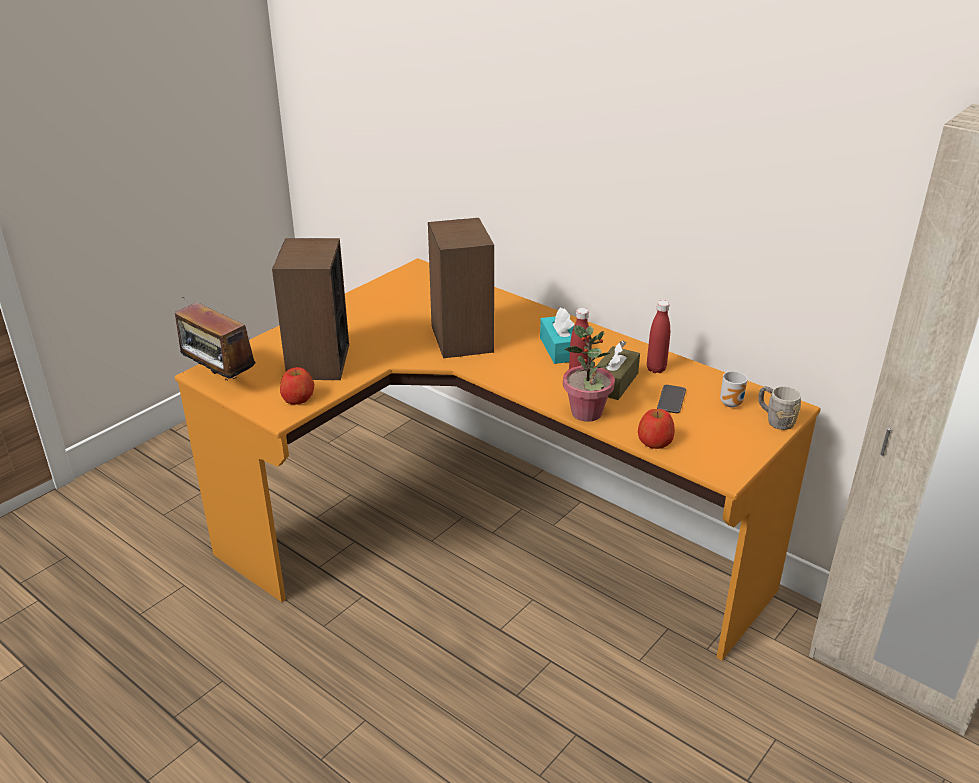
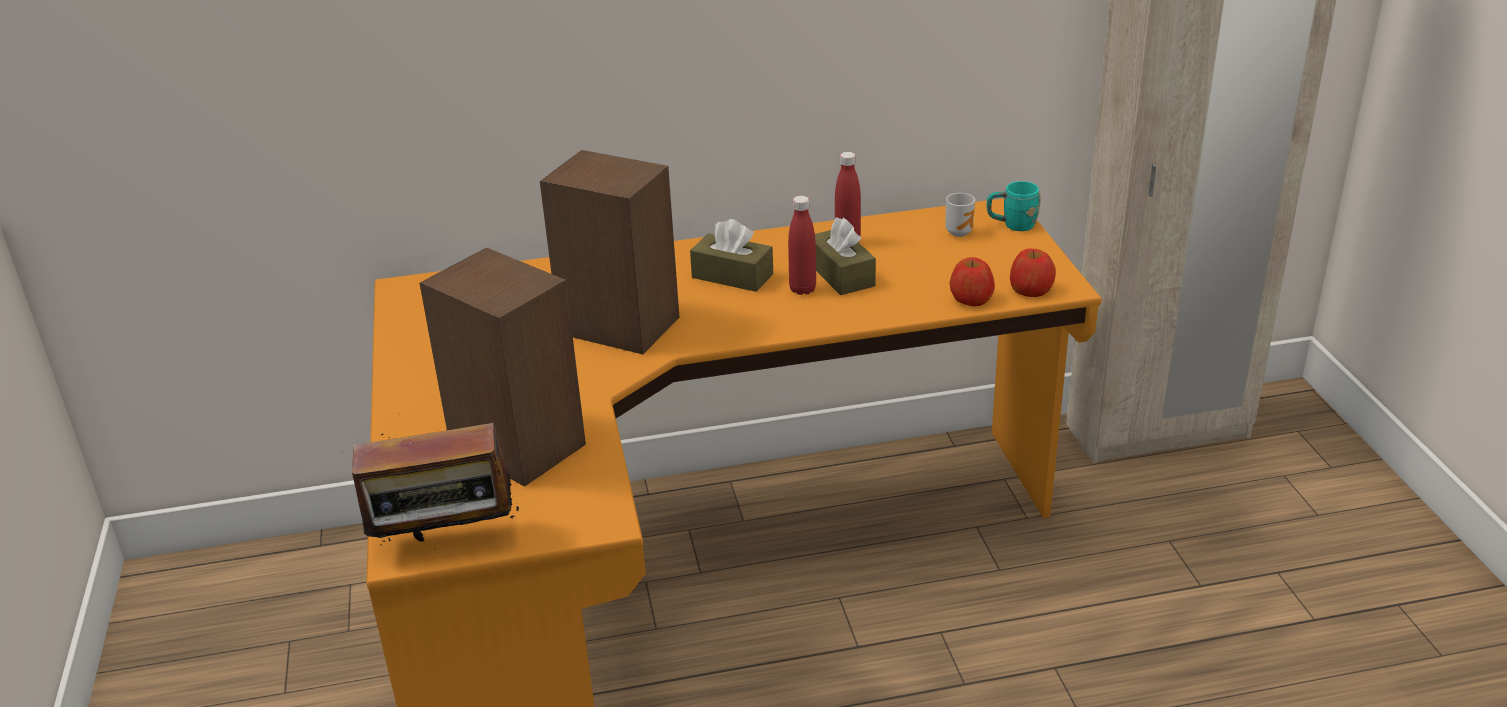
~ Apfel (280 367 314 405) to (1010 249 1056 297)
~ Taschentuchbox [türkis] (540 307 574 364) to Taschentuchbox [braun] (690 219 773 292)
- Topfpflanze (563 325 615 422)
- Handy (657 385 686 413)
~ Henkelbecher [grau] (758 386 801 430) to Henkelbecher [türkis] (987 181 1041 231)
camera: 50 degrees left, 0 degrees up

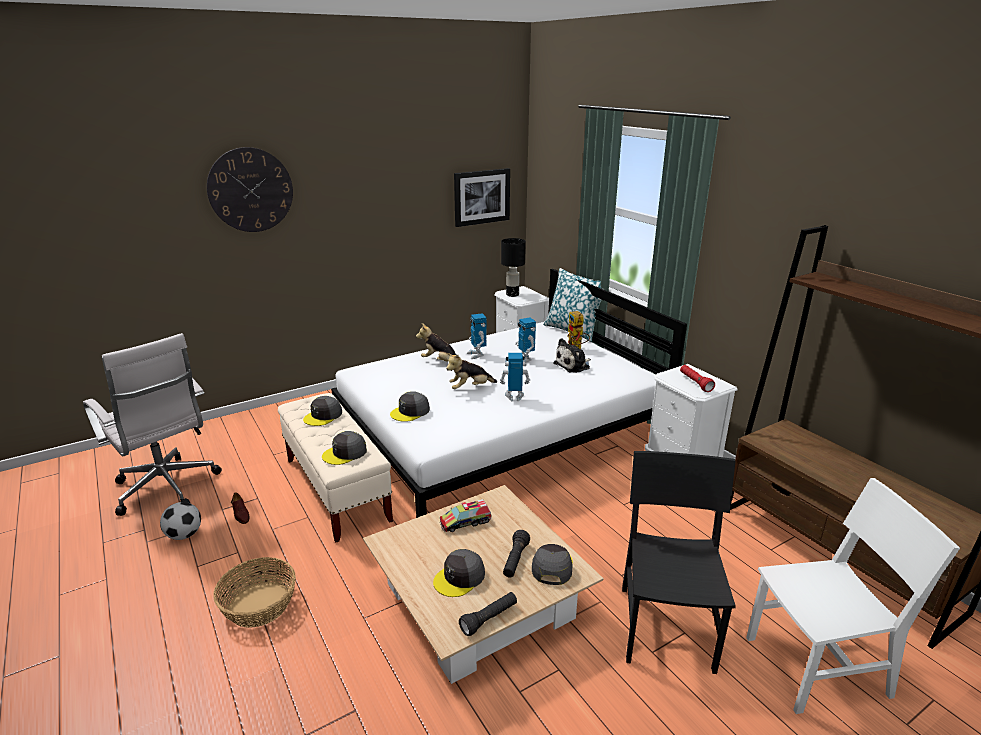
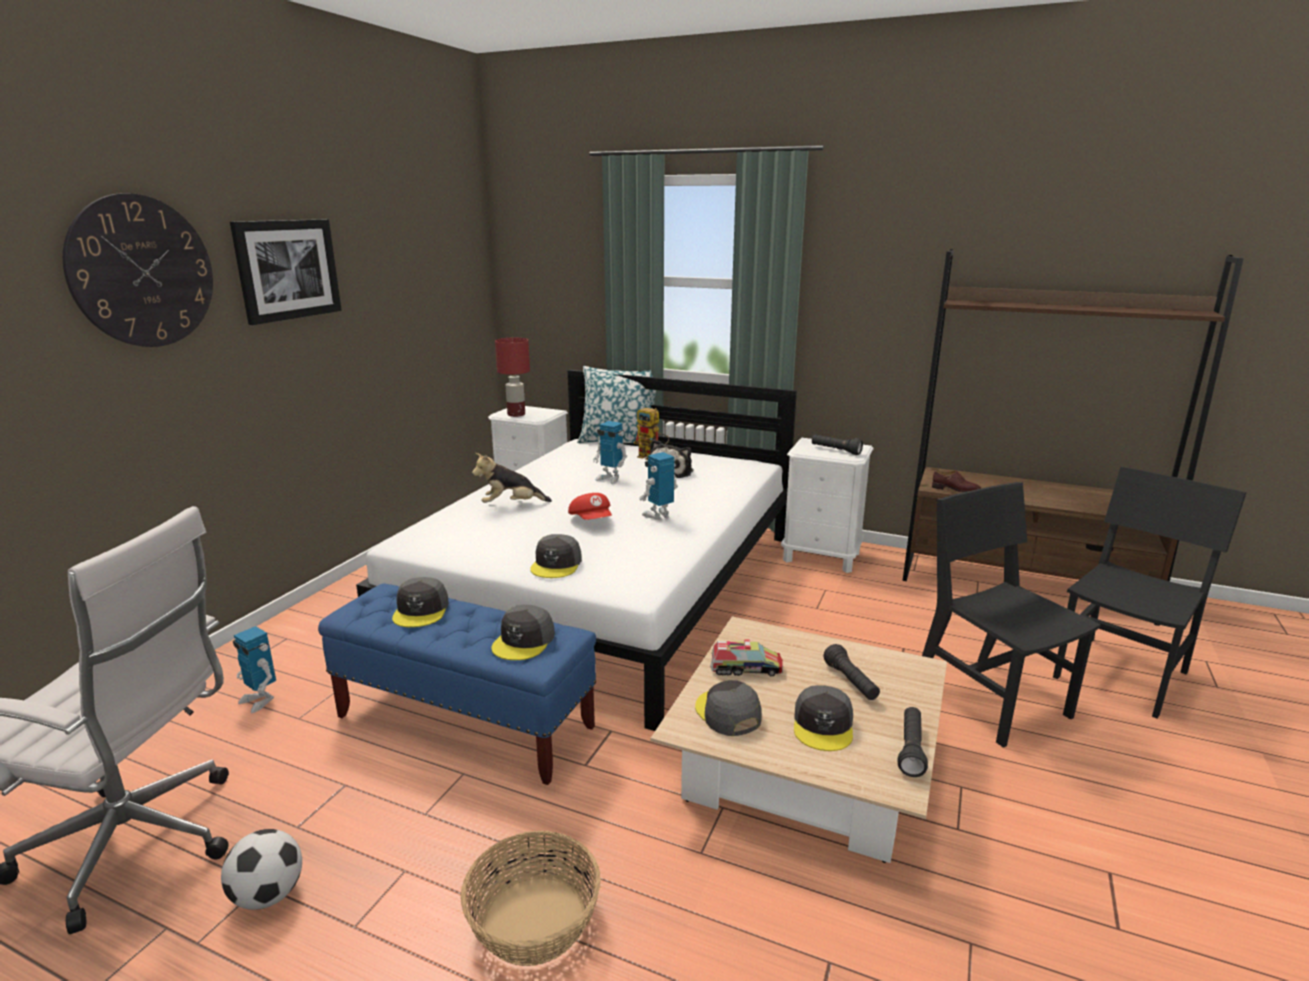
~ Schuh [braun] (231 493 249 524) to (932 470 981 493)
~ Bank [beige] (278 393 393 542) to Bank [blau] (318 583 596 785)
~ Spielzeuglaster (440 499 492 532) = (710 639 783 676) 120 degrees counterclockwise
~ Plüschtier (446 353 497 389) to Kappe [rot] (568 493 612 520)
~ Bild (454 168 510 227) to (230 219 342 325)
~ Spielzeugroboter (467 313 487 359) to (233 626 276 713)
~ Tischlampe [schwarz] (501 238 526 297) to Tischlampe [rot] (495 338 530 417)
~ Kappe [grau] (532 544 573 585) to (695 680 762 736)
~ Taschenlampe [rot] (680 365 715 392) to Taschenlampe [schwarz] (812 435 863 455)
~ Stuhl [weiß] (746 478 960 714) to Stuhl [schwarz] (1053 466 1247 719)
camera: 35 degrees left, 5 degrees down

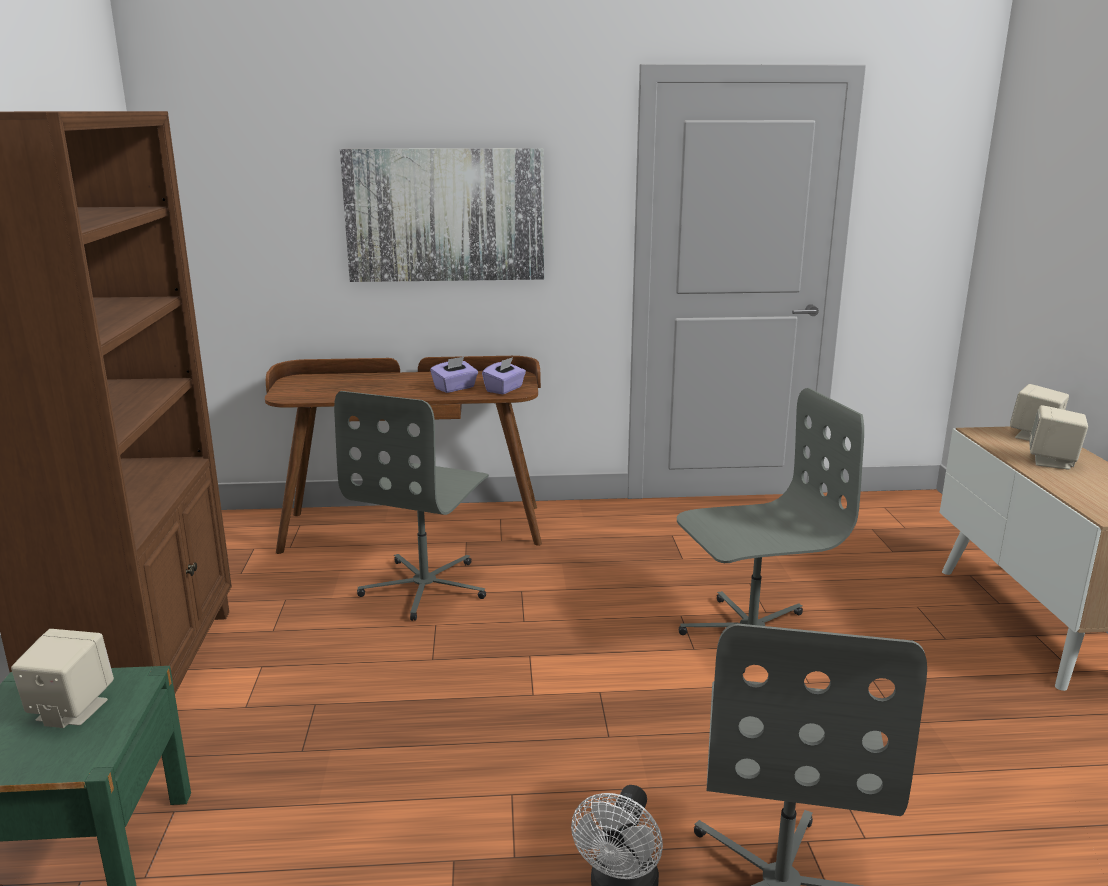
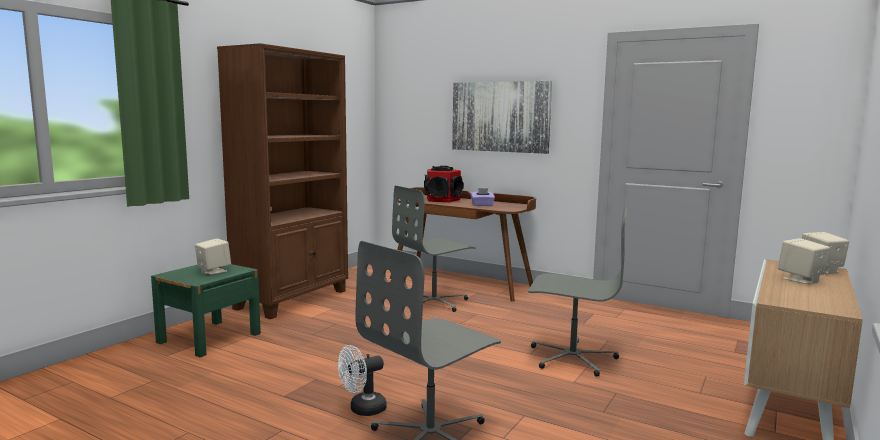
- Taschentuchbox [lila] (482 357 526 394)
+ Lautsprecher (424 166 464 202)
camera: 35 degrees right, 10 degrees down

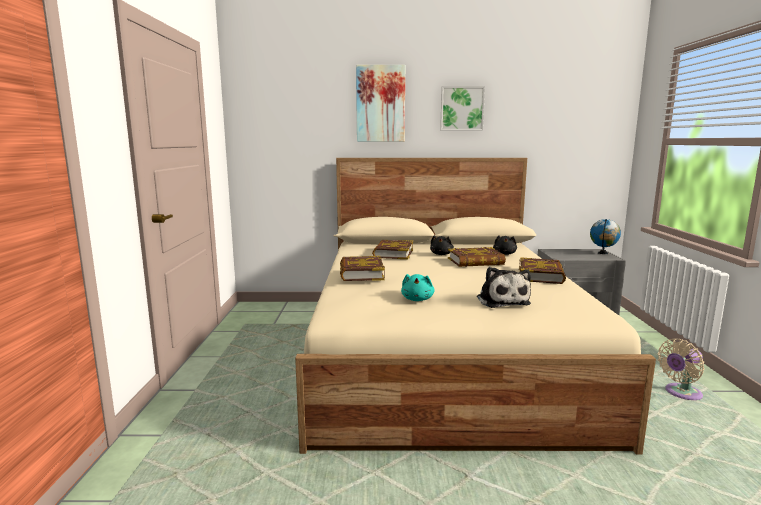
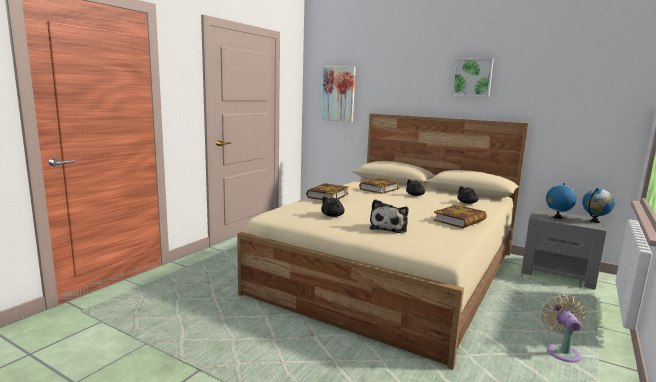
~ Bild (356 65 405 142) to (322 67 356 122)
~ Plüschtier [türkis] (401 274 435 301) to Plüschtier [schwarz] (321 196 345 217)
- Buch (448 247 506 267)
~ Ventilator [beige] (658 338 705 400) = (541 295 585 362) 90 degrees clockwise
+ Globus (546 183 577 219)
camera: 30 degrees right, 0 degrees up

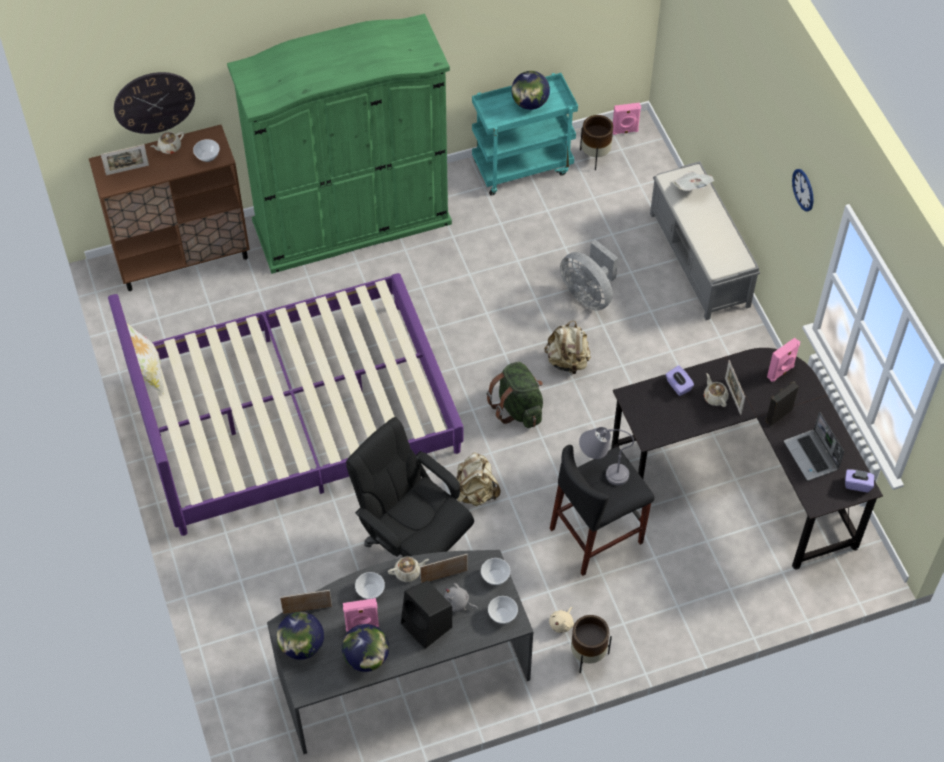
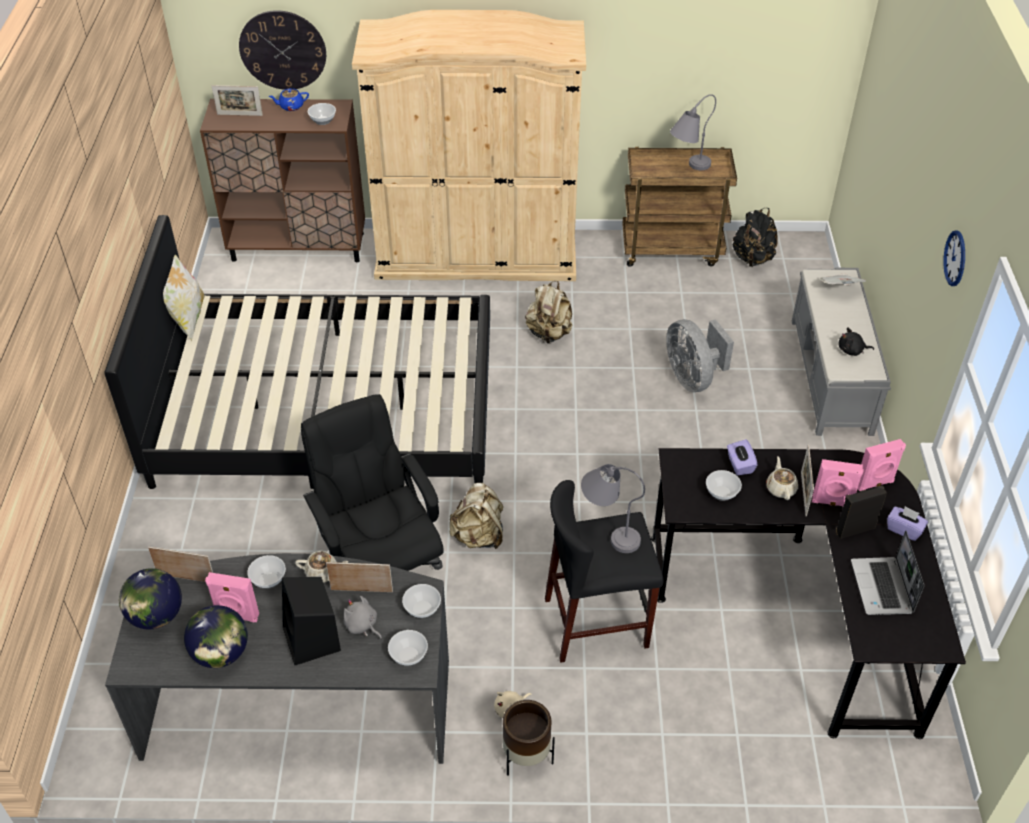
~ Bett [lila] (108 273 464 536) to Bett [schwarz] (105 215 490 489)
~ Teekanne [beige] (150 132 184 154) to Teekanne [blau] (269 88 309 111)
~ Kleiderschrank [grün] (227 14 452 274) to Kleiderschrank [beige] (352 10 586 281)
~ Rollwagen [türkis] (472 73 578 196) to Rollwagen [braun] (622 147 737 267)
- Rucksack [grün] (486 362 543 428)
~ Globus (511 71 550 110) to Tischlampe [grau] (670 94 716 170)
~ Rucksack [beige] (544 321 591 374) to (525 281 572 344)
~ Pflanzkübel [braun] (580 115 613 170) to Rucksack [schwarz] (733 208 778 267)
~ Lautsprecher [rosa] (613 103 641 135) to (812 459 863 506)
~ Taschentuchbox [lila] (845 469 874 492) to (887 506 928 541)
+ Schüssel (706 470 742 501)
+ Plüschtier [schwarz] (838 327 874 356)
camera: 20 degrees right, 10 degrees down

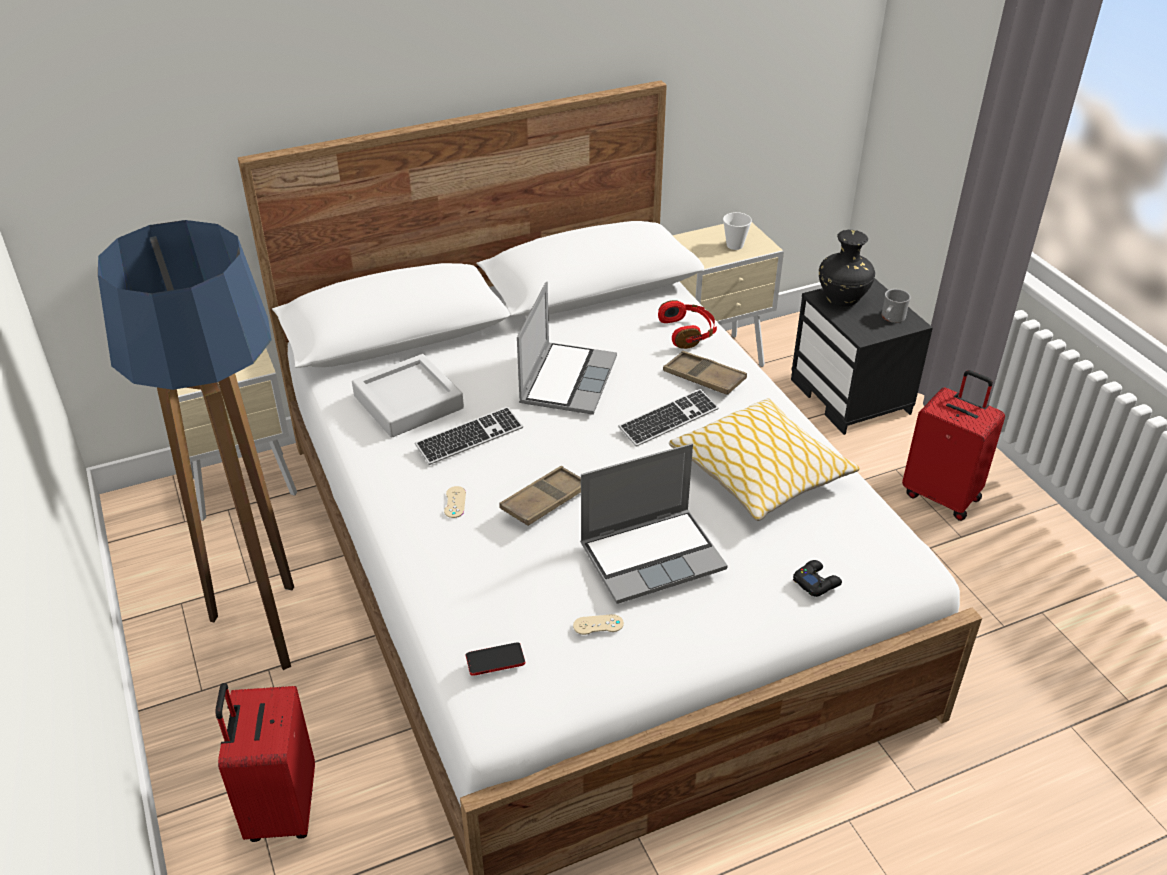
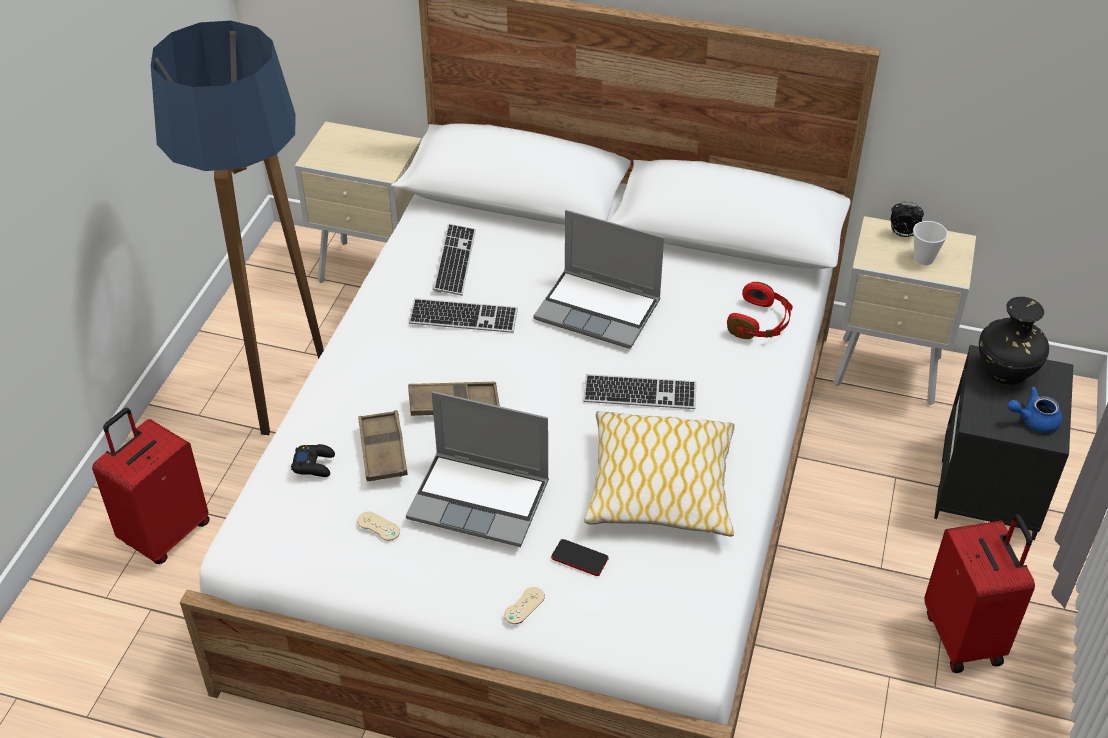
~ Tablett [grau] (352 354 464 438) to Tastatur (433 224 476 296)
~ Gamepad [beige] (444 486 466 518) to (504 587 545 624)
~ Handy (466 642 525 676) to (551 539 609 576)
~ Laptop (517 282 617 415) = (534 210 664 349) 60 degrees clockwise
~ Tablett [braun] (663 351 747 395) to (358 410 408 481)
~ Gamepad [schwarz] (793 560 842 597) to (291 444 335 477)
~ Henkelbecher [grau] (882 289 911 323) to Teekanne [blau] (1007 387 1062 433)
+ Wecker (891 201 924 237)
camera: 40 degrees right, 5 degrees up

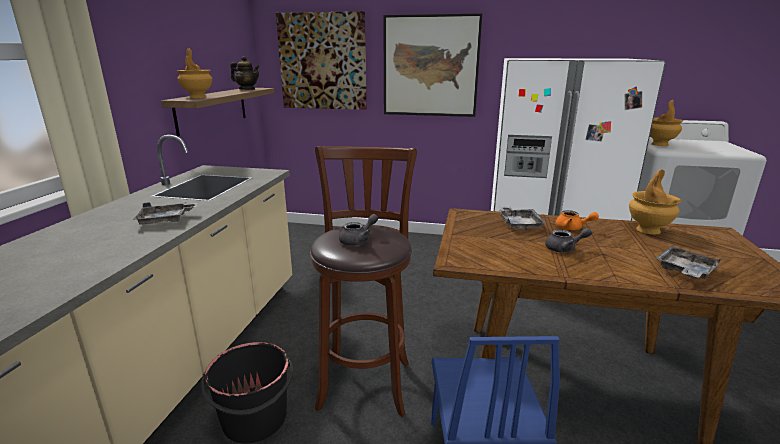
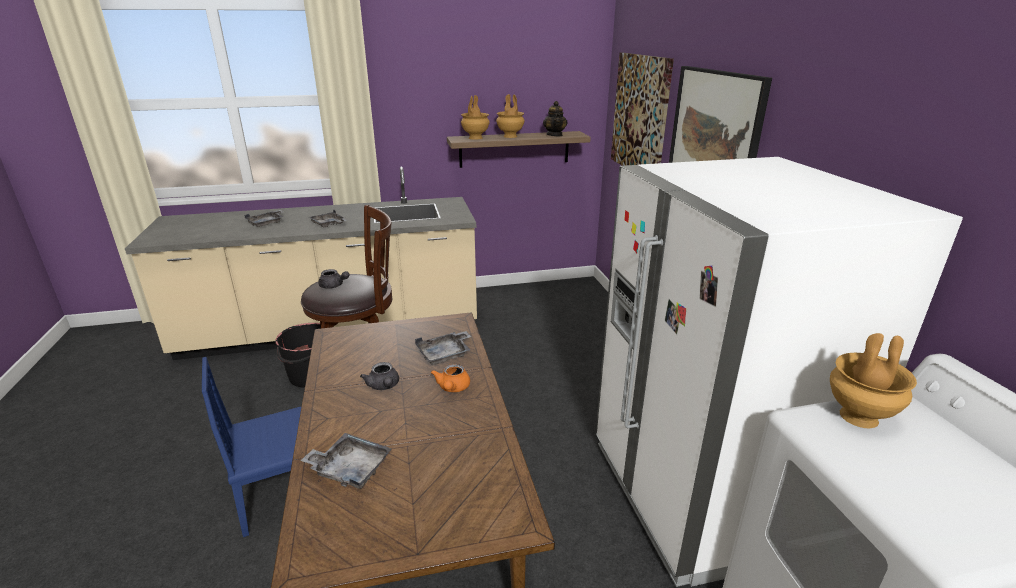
~ Vase [braun] (629 169 681 235) to (496 94 525 138)
+ Tablett [grau] (244 210 284 227)
camera: 65 degrees right, 5 degrees up

